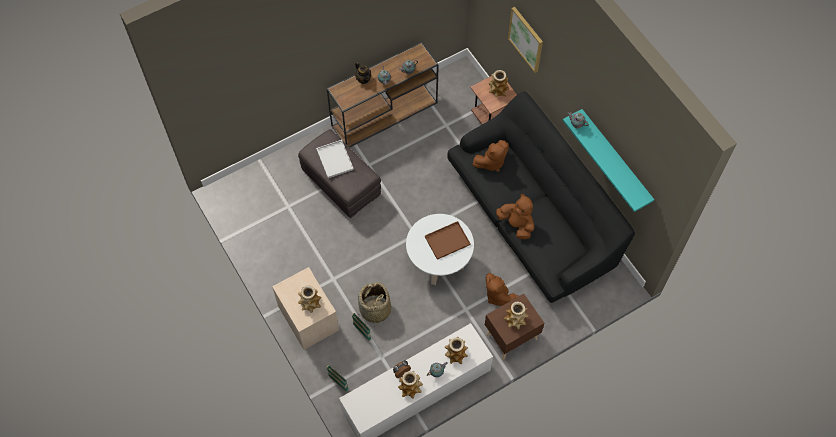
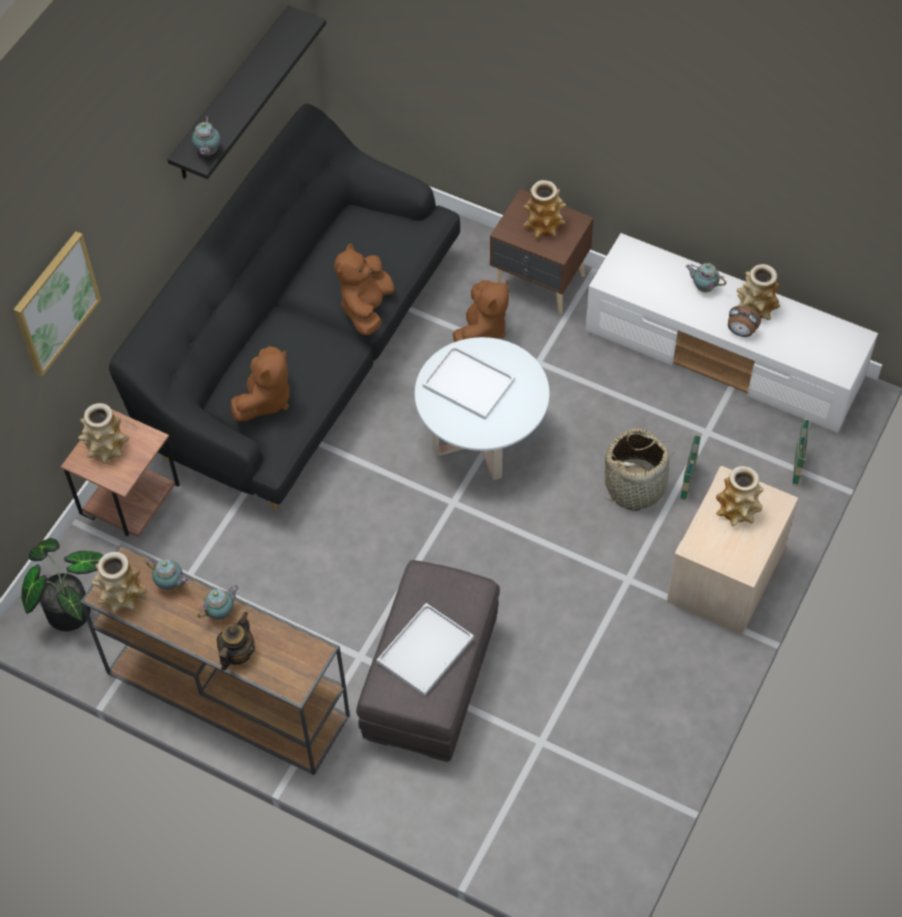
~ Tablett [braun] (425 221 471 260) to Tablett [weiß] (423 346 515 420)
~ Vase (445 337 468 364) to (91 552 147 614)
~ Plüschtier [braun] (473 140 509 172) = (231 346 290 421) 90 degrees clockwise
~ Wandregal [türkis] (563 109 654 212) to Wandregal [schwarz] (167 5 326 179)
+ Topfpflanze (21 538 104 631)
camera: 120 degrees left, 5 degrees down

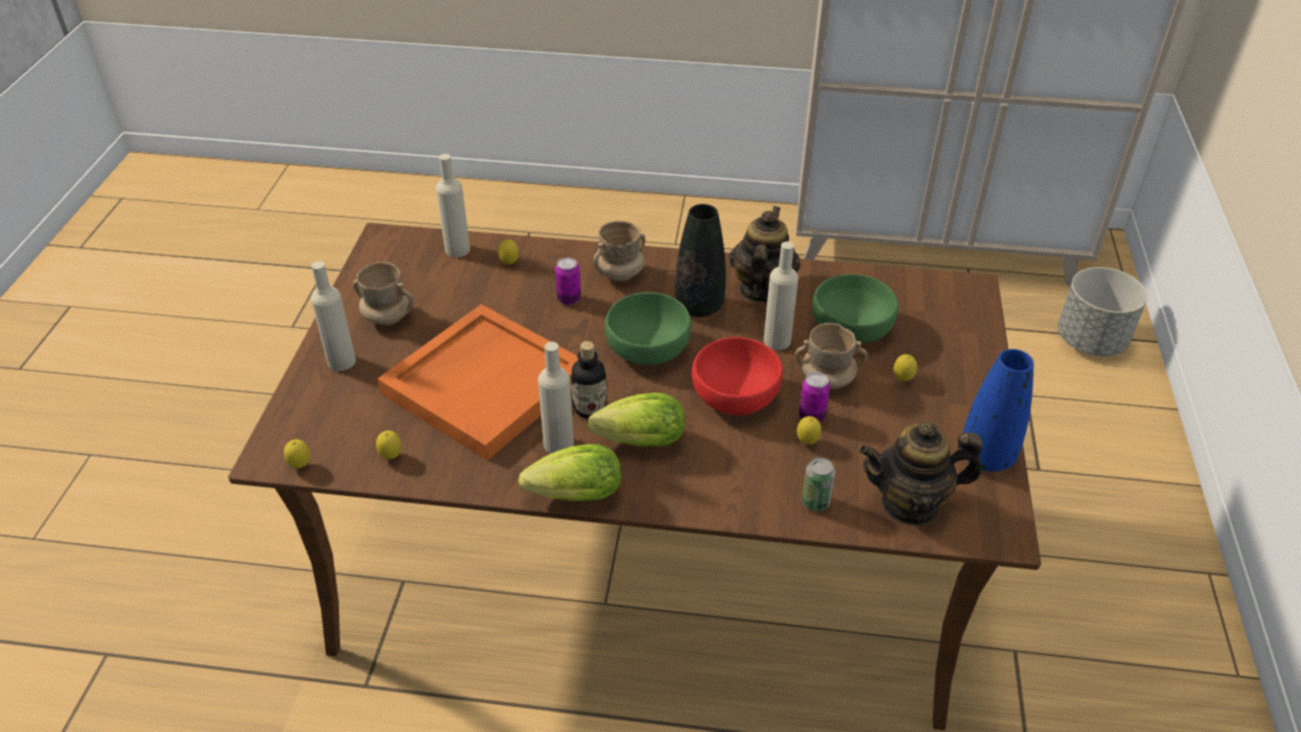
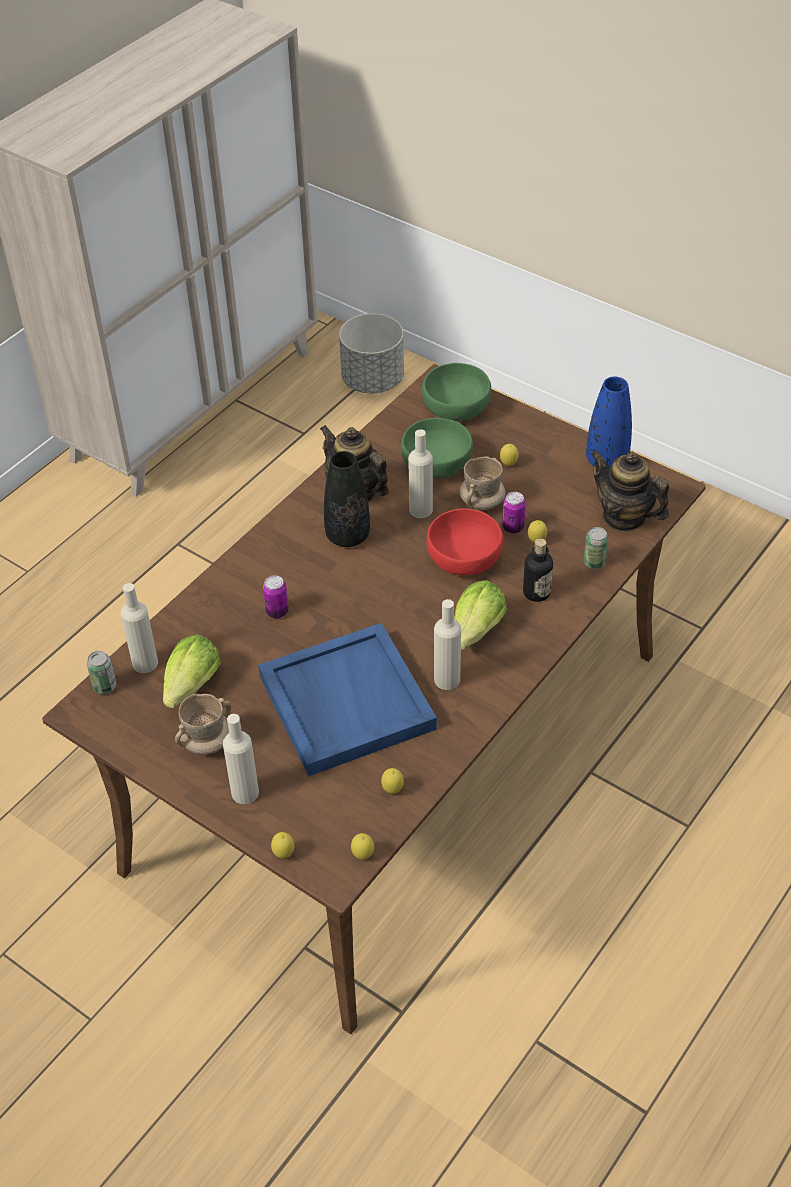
~ Tablett [orange] (377 304 578 460) to Tablett [blau] (258 623 437 776)
~ Zitrone (498 240 519 265) to (271 832 294 858)
~ Salatkopf (519 444 621 501) to (163 635 221 708)
~ Flasche (571 341 607 419) to (523 538 553 602)
- Henkelbecher [beige] (593 221 646 282)
~ Schüssel [grün] (605 292 691 365) to (422 363 491 421)
~ Teekanne (859 422 982 526) = (590 450 669 532) 105 degrees clockwise
+ Dose (87 651 116 694)
camera: 60 degrees left, 5 degrees up

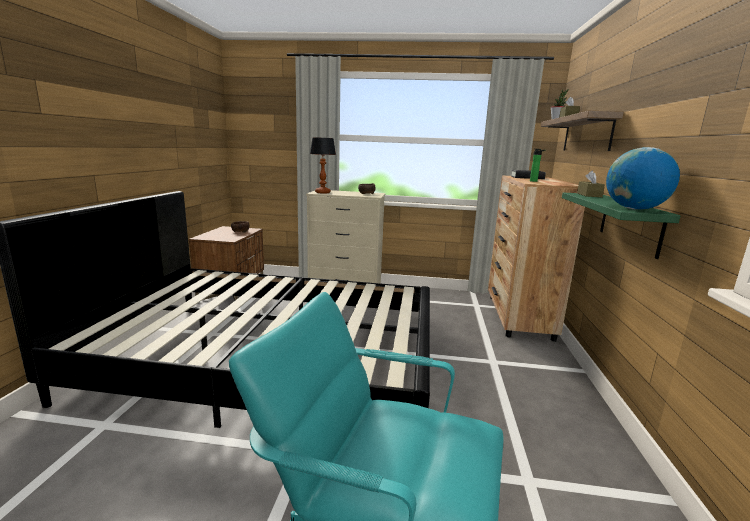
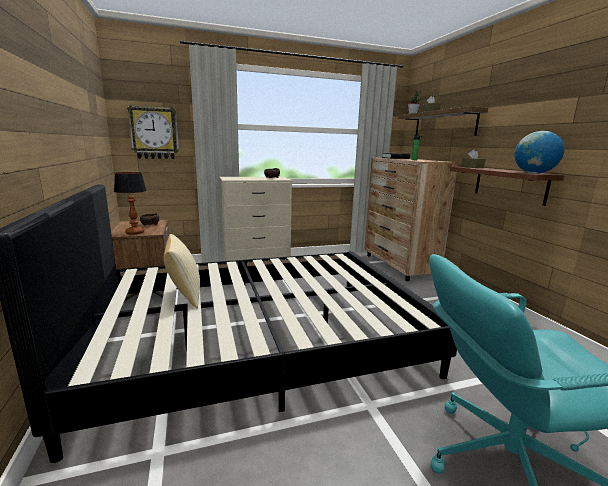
~ Tischlampe (310 137 336 193) to (114 172 147 235)
~ Wandregal [grün] (562 192 681 259) to Wandregal [braun] (450 167 565 206)
+ Wanduhr (127 105 179 159)
+ Kissen (164 234 200 308)
camera: 25 degrees left, 0 degrees up

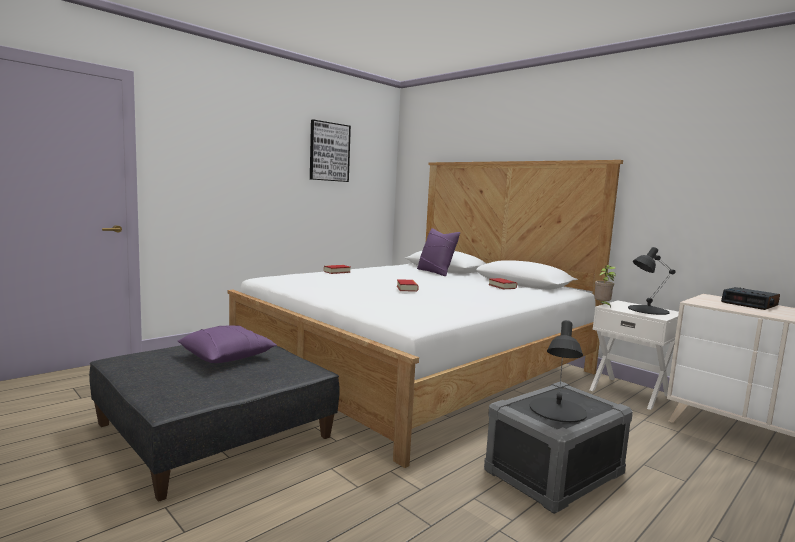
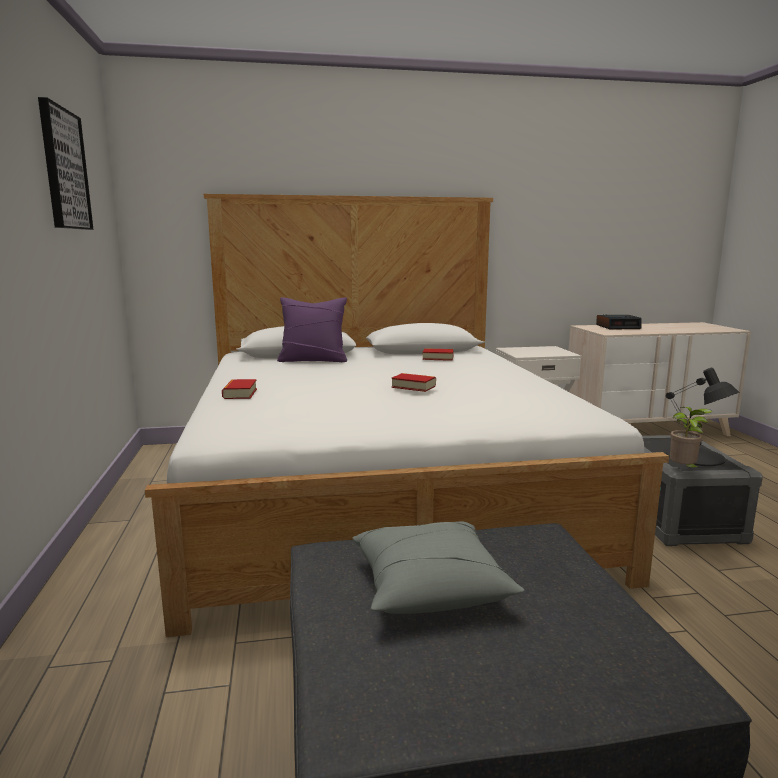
~ Kissen [lila] (178 325 277 363) to Kissen [grau] (352 521 525 614)
~ Topfpflanze (594 265 616 308) to (670 407 713 469)
- Tischlampe [schwarz] (628 247 675 315)
camera: 55 degrees left, 5 degrees up

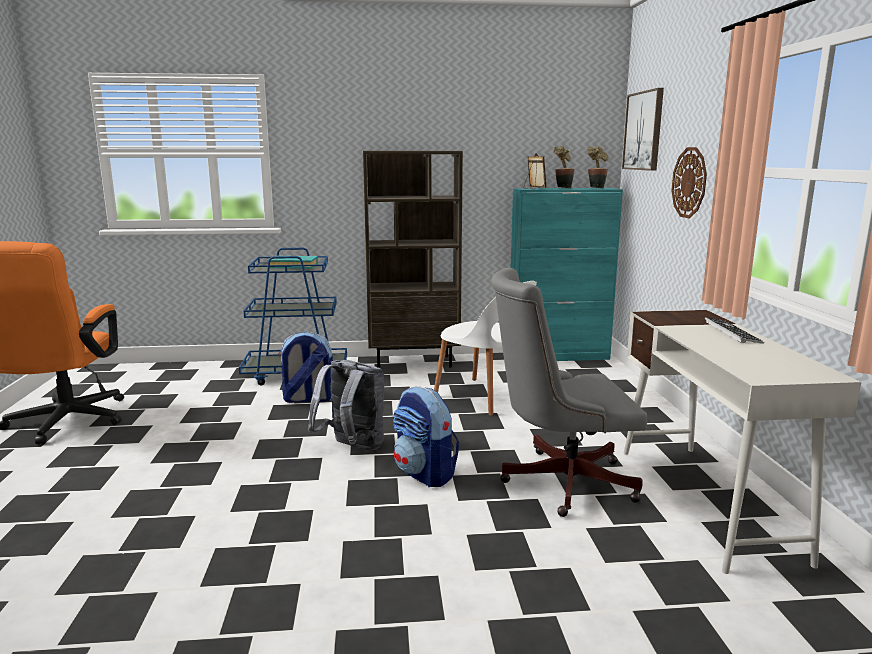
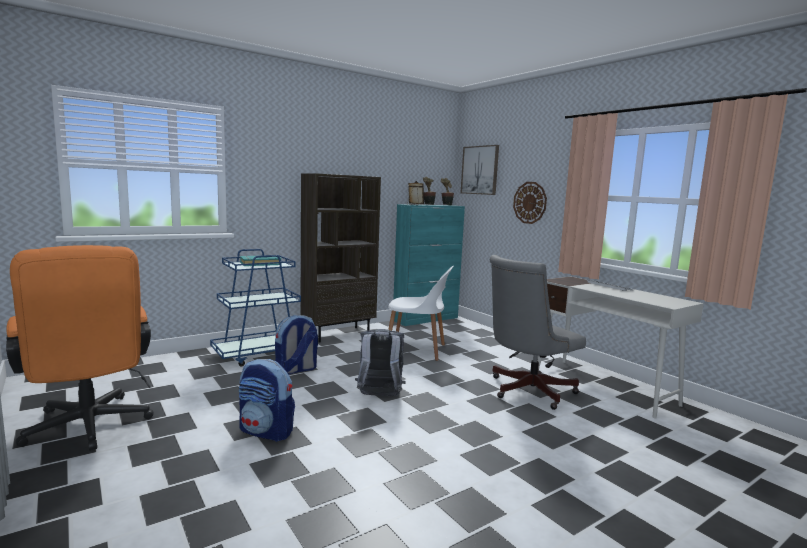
~ Rucksack (393 386 459 487) to (239 359 295 442)
camera: 30 degrees left, 5 degrees down

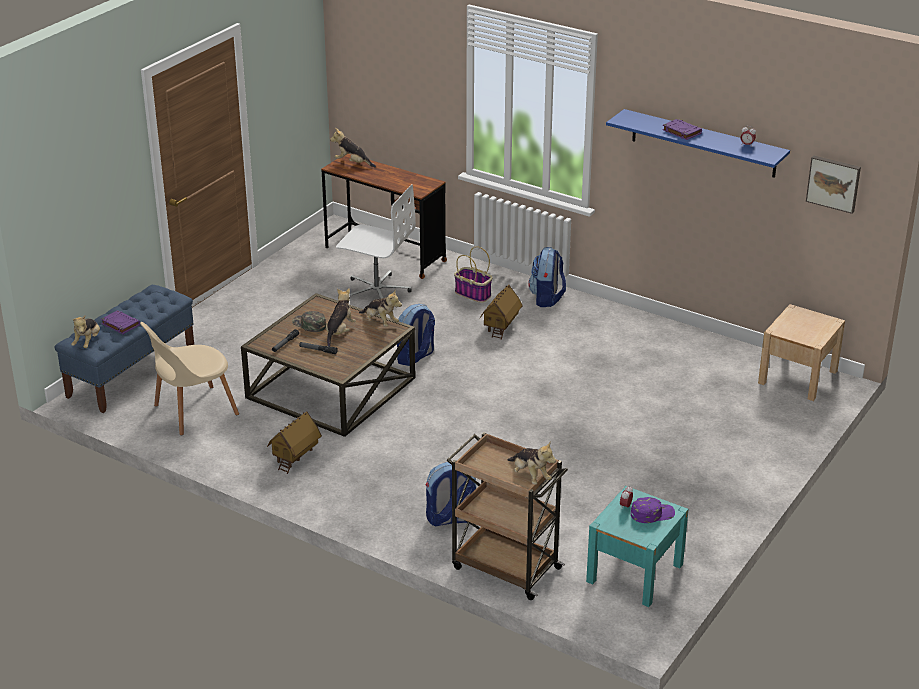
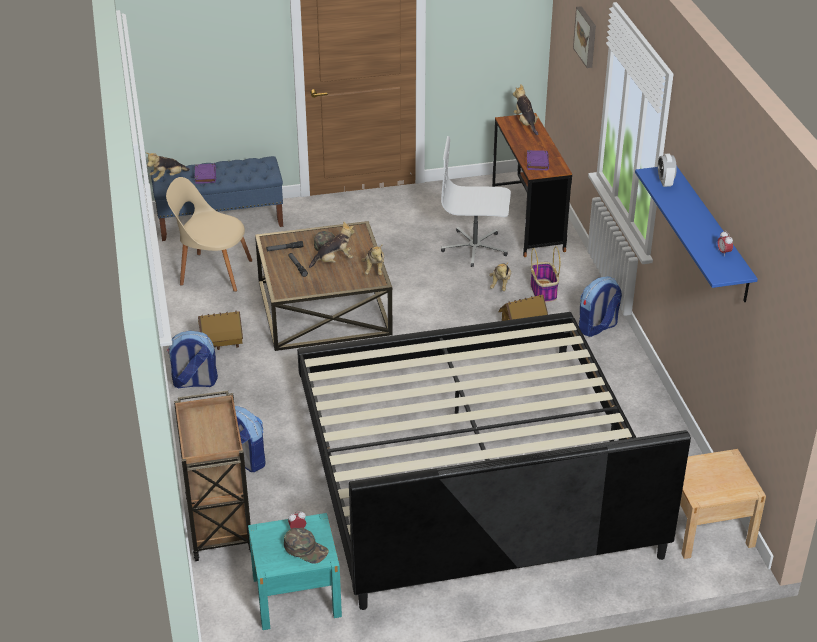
~ Bürostuhl [weiß] (336 184 416 299) = (441 136 511 267) 120 degrees clockwise
~ Rucksack (397 304 435 366) to (167 331 218 388)
~ Plüschtier (507 441 556 484) to (489 263 511 291)
~ Kappe [lila] (631 497 675 523) to Kappe [grün] (284 528 329 564)
~ Buch [lila] (662 119 702 140) to (527 150 549 170)
~ Bild (806 155 861 214) to (573 6 596 68)
+ Bett (297 312 691 610)
+ Wecker (658 154 677 187)
camera: 45 degrees right, 5 degrees up

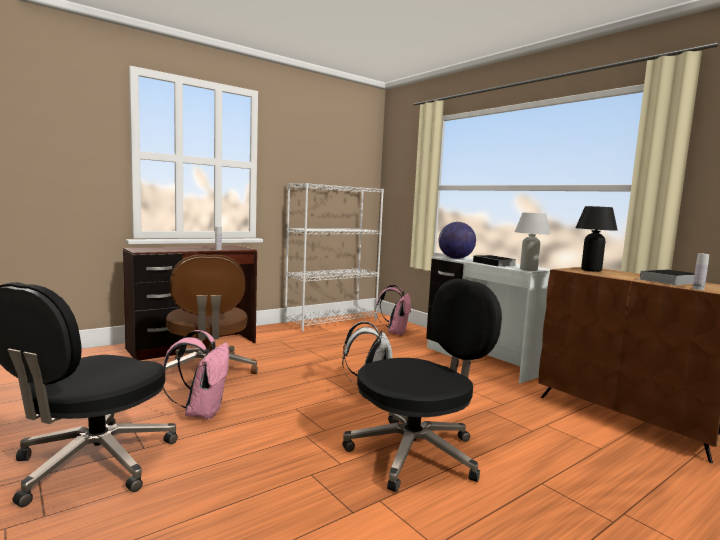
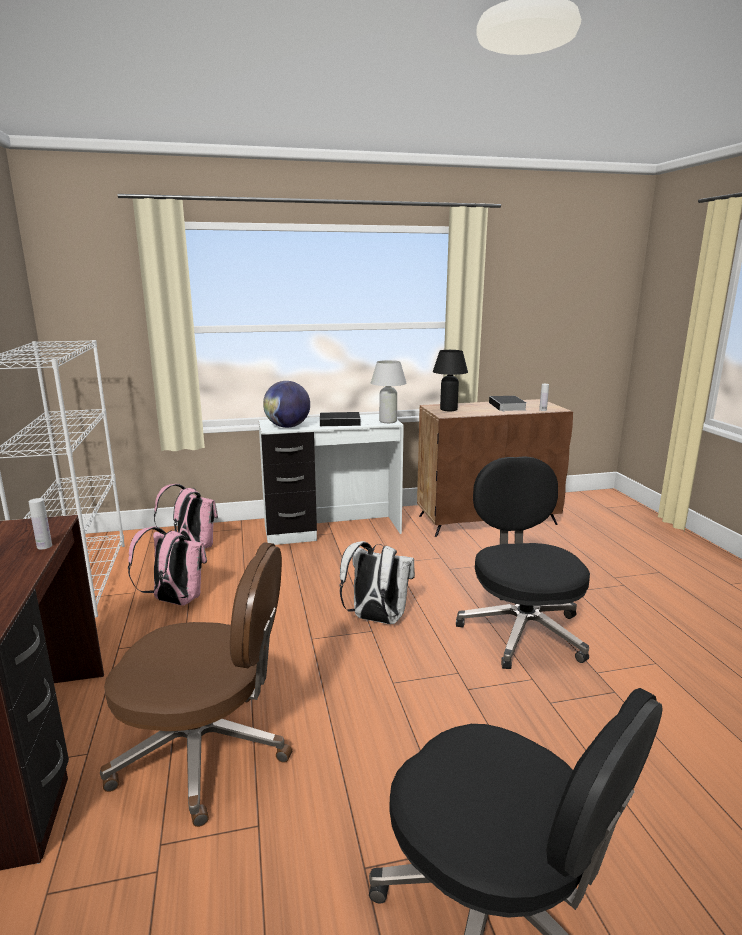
~ Rucksack [rosa] (163 330 229 419) to (128 527 207 606)
camera: 65 degrees left, 10 degrees up

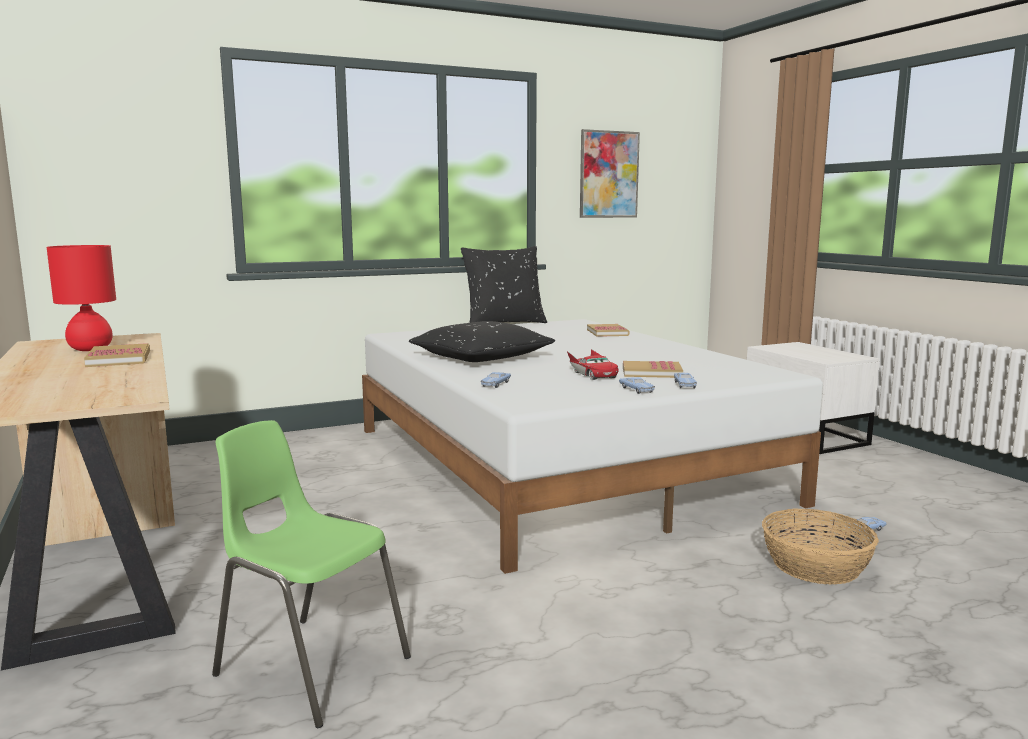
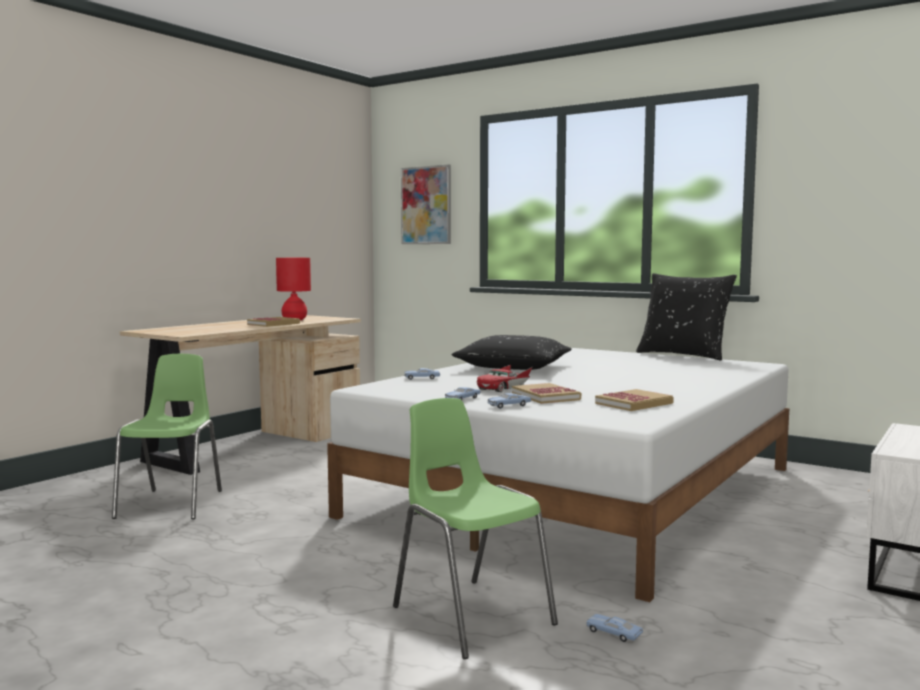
~ Bild (580 129 640 218) to (401 164 451 244)
~ Buch (587 324 629 337) to (595 389 674 411)
~ Korb (762 508 879 584) to Stuhl [grün] (393 398 558 659)
camera: 60 degrees right, 5 degrees down

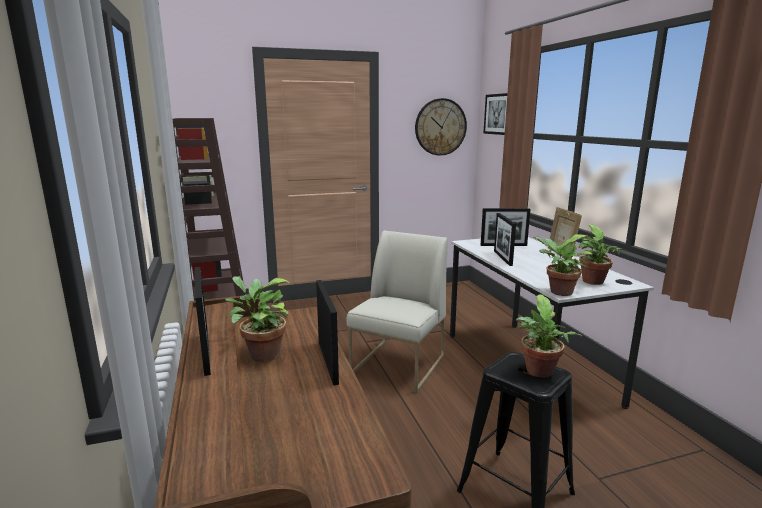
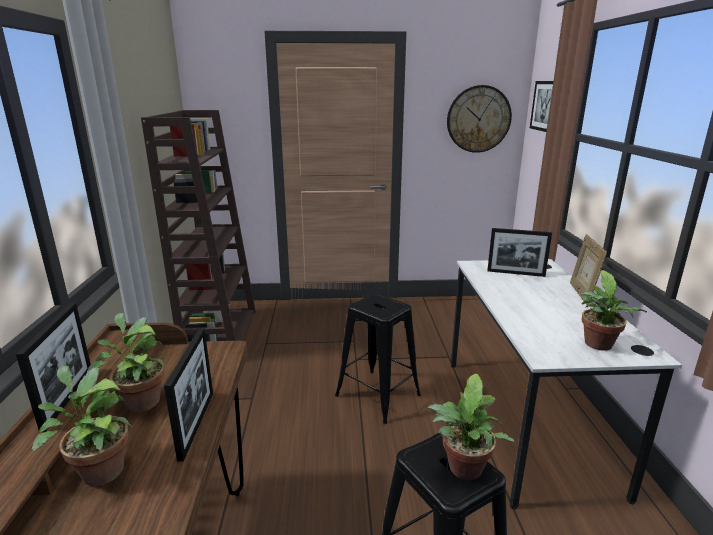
~ Stuhl [weiß] (347 231 448 393) to Hocker [schwarz] (335 294 421 424)
- Bilderrahmen (494 213 516 266)
~ Topfpflanze (532 234 594 296) to (32 366 132 486)
camera: 15 degrees right, 5 degrees up

